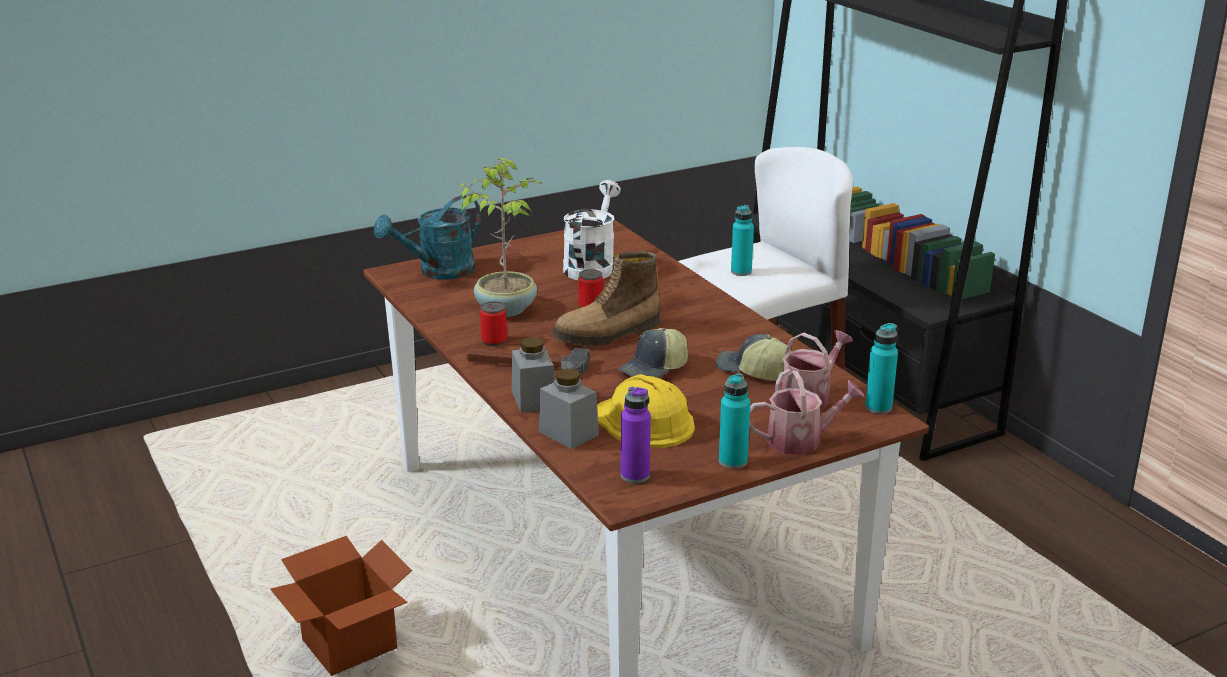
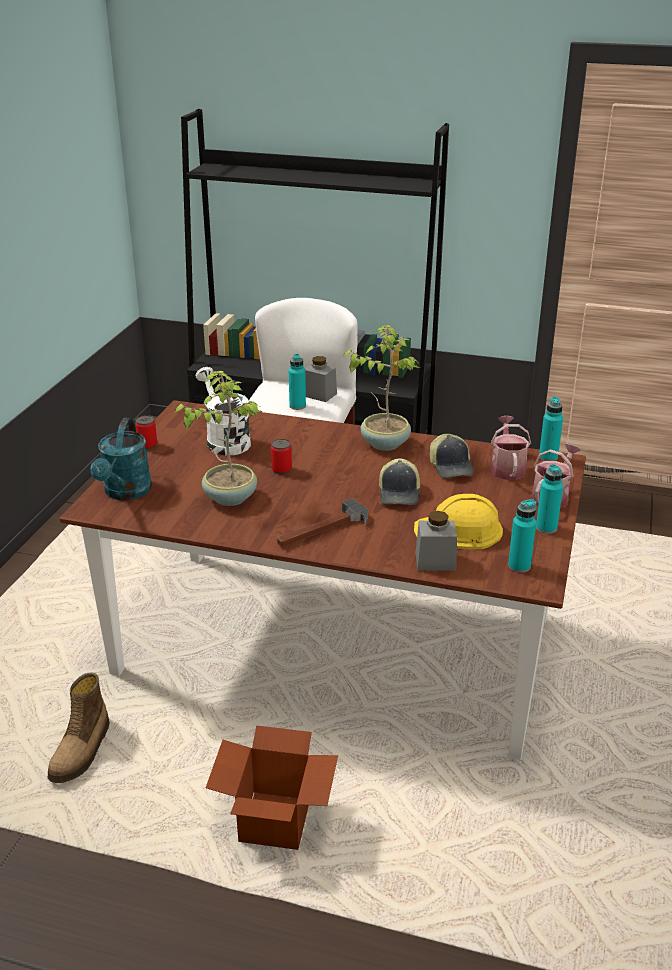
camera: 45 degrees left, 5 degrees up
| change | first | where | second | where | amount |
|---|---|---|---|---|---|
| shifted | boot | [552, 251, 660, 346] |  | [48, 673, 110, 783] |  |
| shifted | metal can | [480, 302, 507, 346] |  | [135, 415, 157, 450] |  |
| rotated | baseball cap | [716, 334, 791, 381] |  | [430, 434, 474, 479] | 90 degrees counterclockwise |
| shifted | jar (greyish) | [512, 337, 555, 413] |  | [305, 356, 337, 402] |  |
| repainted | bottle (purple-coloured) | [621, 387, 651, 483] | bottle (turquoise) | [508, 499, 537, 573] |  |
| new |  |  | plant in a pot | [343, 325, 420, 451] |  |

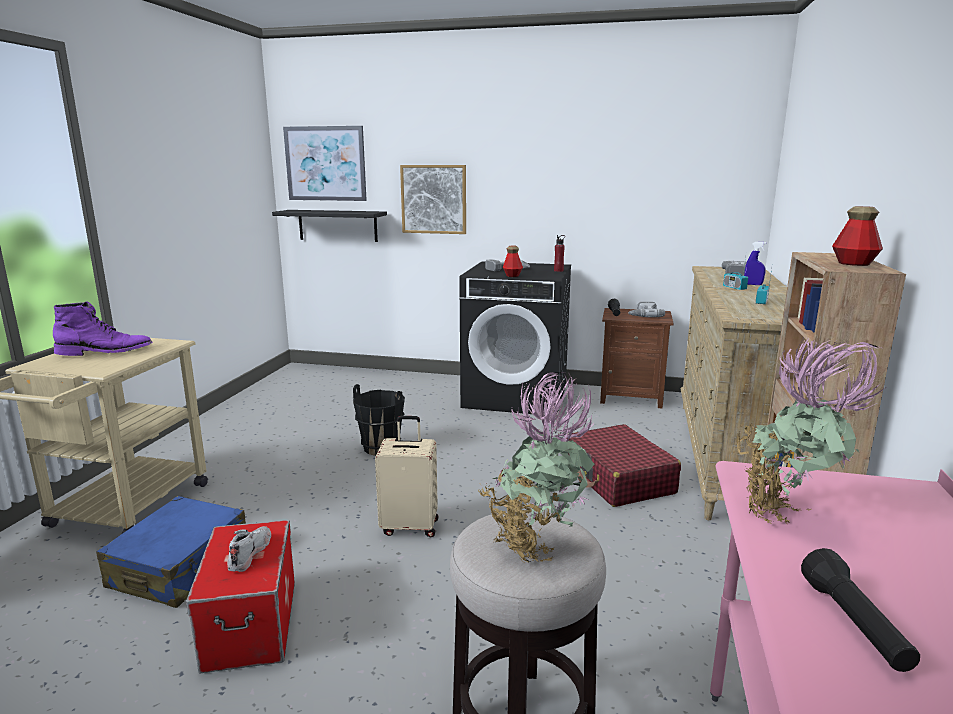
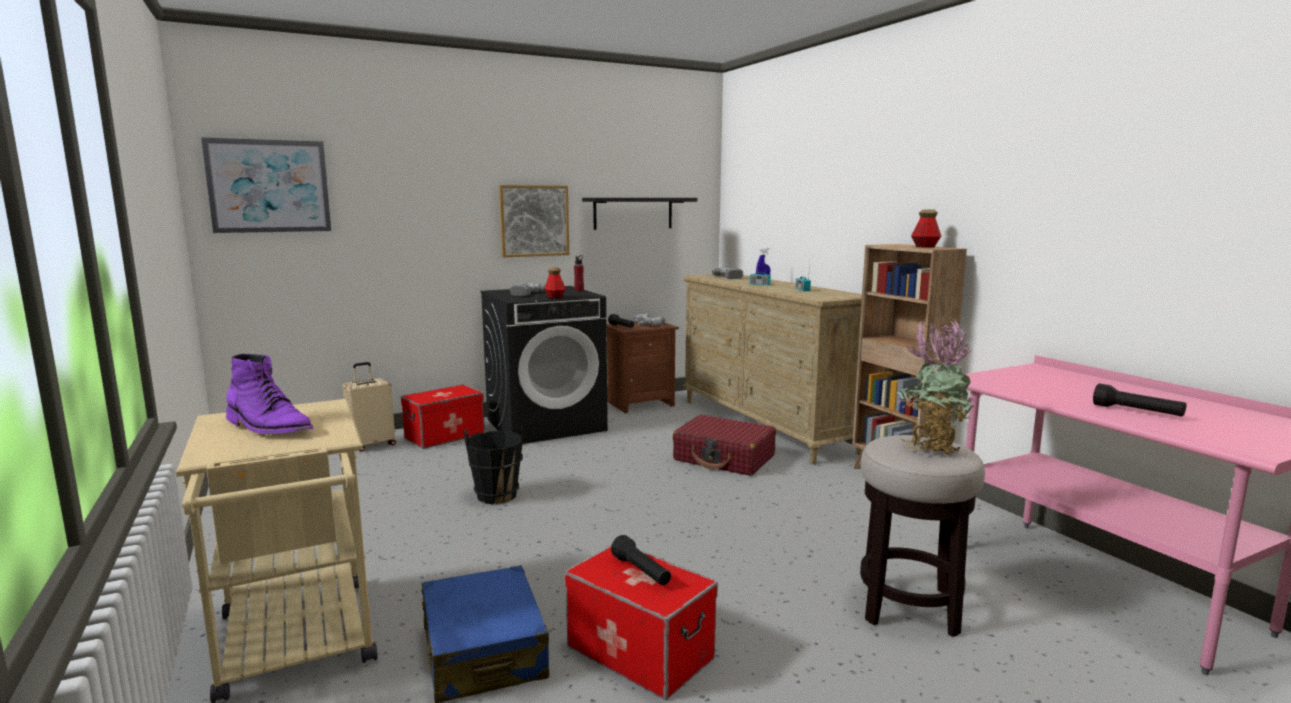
camera: 40 degrees left, 5 degrees down
| change | first | where | second | where | amount |
|---|---|---|---|---|---|
| shifted | picture | [400, 165, 466, 234] |  | [499, 185, 569, 257] |  |
| shifted | shelf (black) | [272, 210, 387, 242] |  | [582, 198, 697, 230] |  |
| rotated | boot (purple-coloured) | [53, 301, 153, 356] |  | [226, 353, 313, 434] | 90 degrees clockwise |
| gone | plant in a pot | [736, 334, 885, 523] |  |  |  |
| shifted | piece of luggage (beige-coloured) | [375, 416, 439, 537] |  | [342, 362, 396, 452] |  |
| swapped | shoe (white-coloured) | [227, 526, 271, 572] | torch (black) | [611, 535, 671, 585] |  |
| new |  |  | storage box | [401, 385, 485, 449] |  |

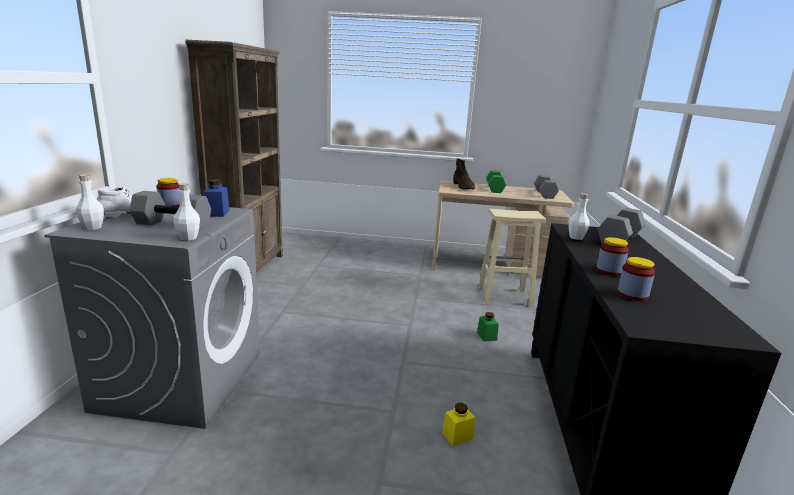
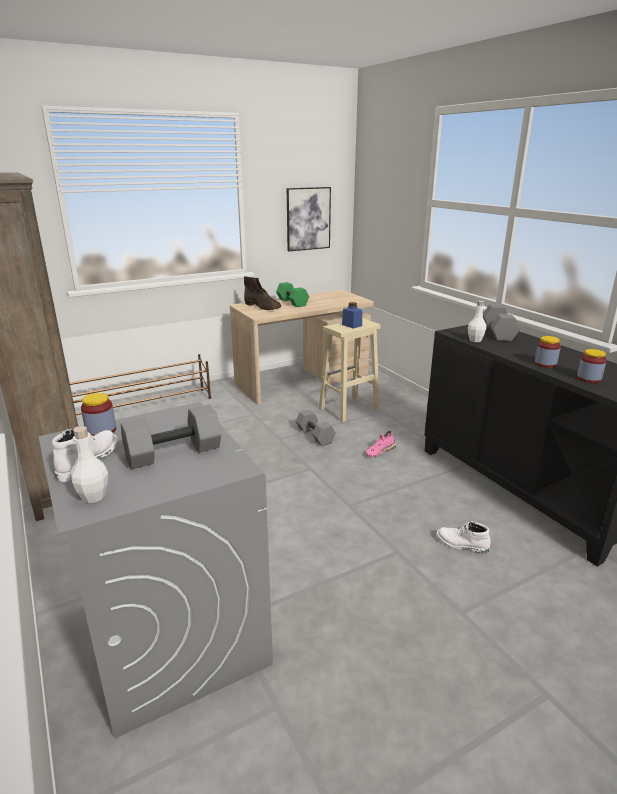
camera: 35 degrees left, 5 degrees up
| change | first | where | second | where | amount |
|---|---|---|---|---|---|
| shifted | dumbbell (greyish) | [534, 175, 559, 199] |  | [296, 410, 336, 446] |  |
| shifted | jar (blue) | [203, 179, 230, 217] |  | [342, 302, 362, 329] |  |
| gone | bottle (white-coloured) | [173, 183, 200, 240] |  |  |  |
| swapped | jar (green-coloured) | [477, 312, 499, 342] | shoe (pinkish) | [365, 431, 396, 458] |  |
| swapped | jar (yellow-coloured) | [442, 403, 475, 446] | boot (white-coloured) | [437, 521, 491, 554] |  |
| new |  |  | picture | [287, 187, 331, 252] |  |
| new |  |  | shoe shelf (brown) | [70, 354, 211, 415] |  |

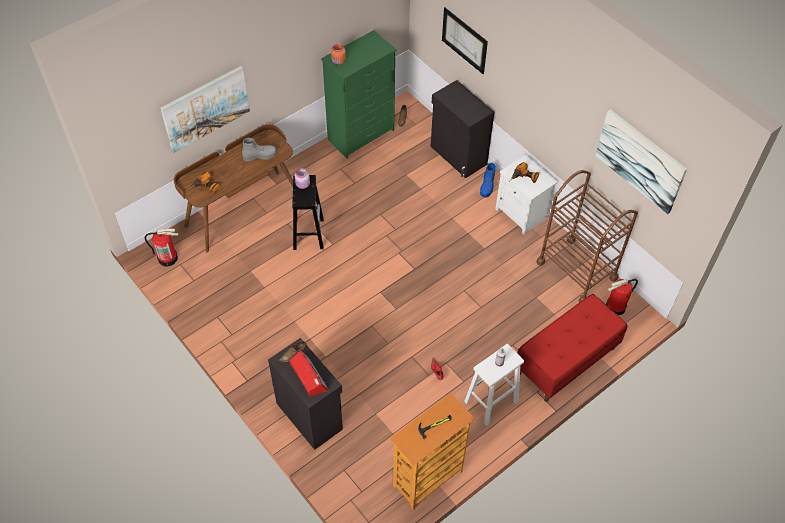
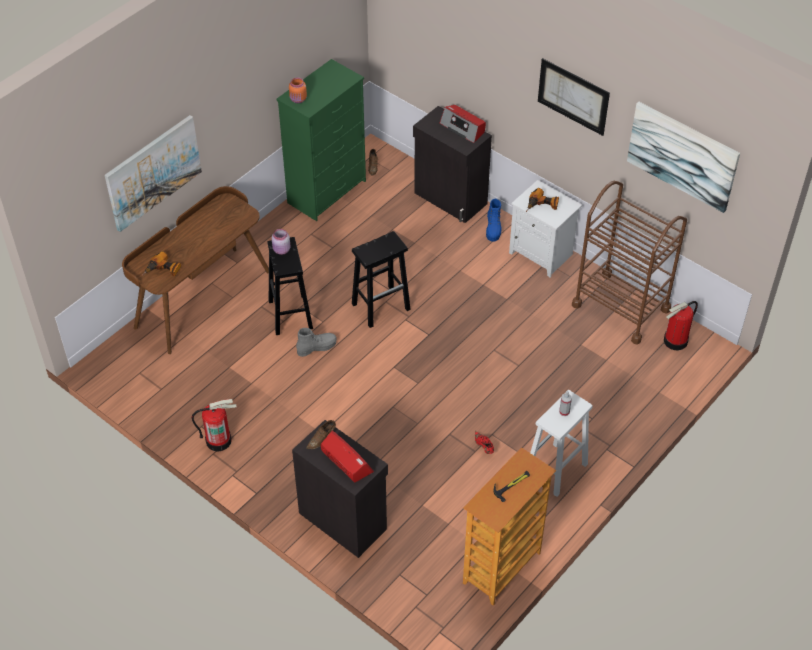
camera: 10 degrees left, 5 degrees down
| change | first | where | second | where | amount |
|---|---|---|---|---|---|
| shifted | picture | [442, 7, 488, 74] |  | [538, 58, 610, 136] |  |
| shifted | boot (greyish) | [242, 138, 276, 161] |  | [296, 328, 337, 357] |  |
| shifted | fire extinguisher | [145, 229, 178, 266] |  | [192, 399, 237, 452] |  |
| gone | indoor bench (reddish) | [517, 294, 627, 402] |  |  |  |
| new |  |  | radio receiver | [440, 105, 486, 143] |  |
| new |  |  | stool seat (black) | [352, 231, 411, 328] |  |

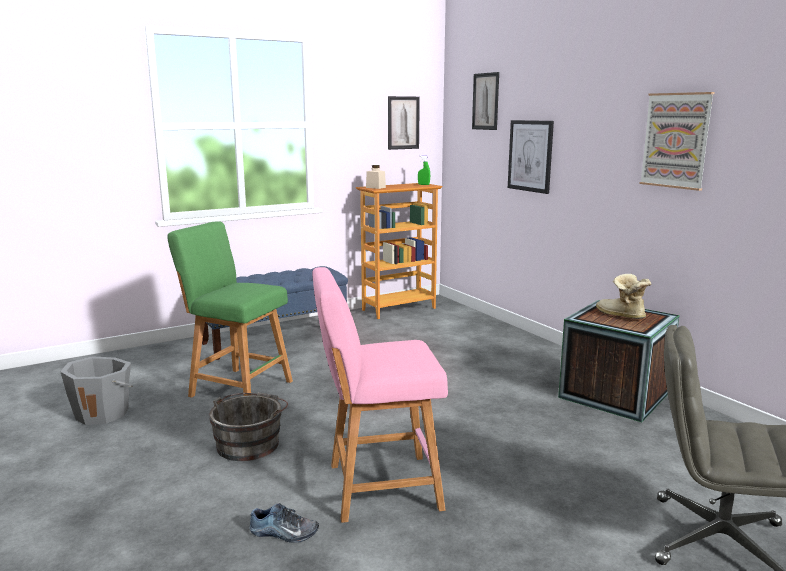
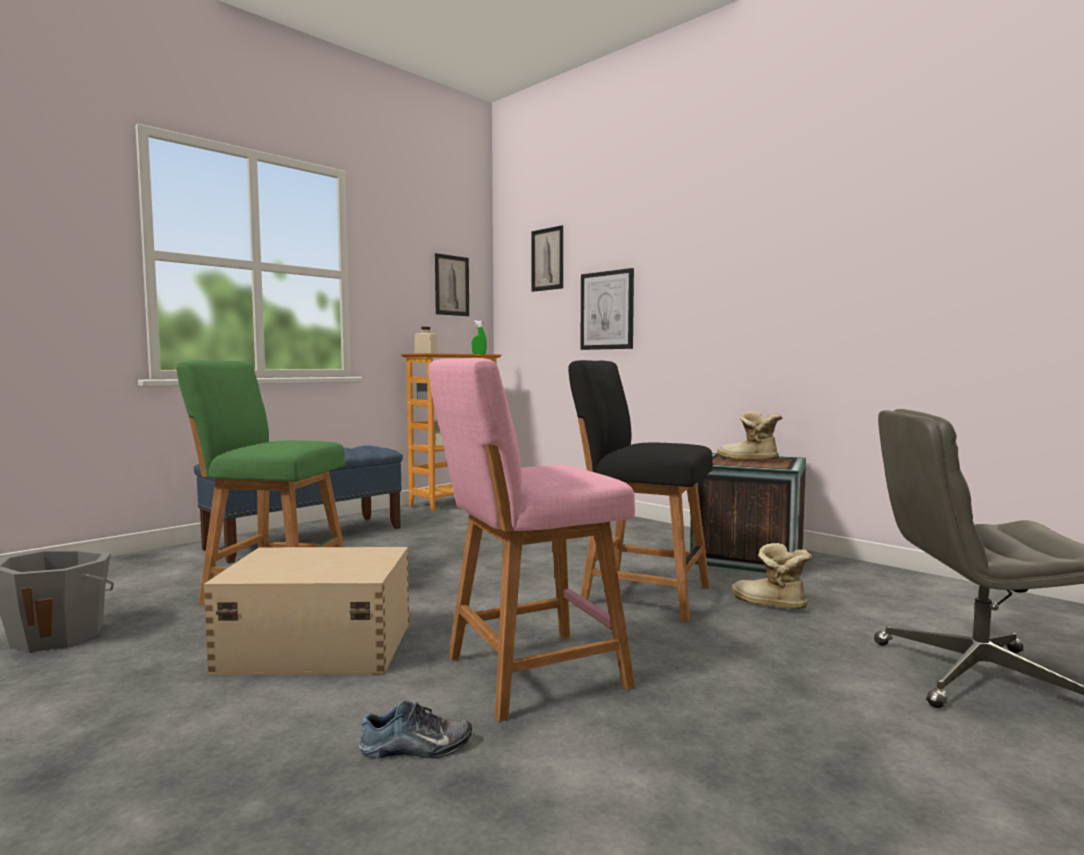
camera: 15 degrees left, 10 degrees down
| change | first | where | second | where | amount |
|---|---|---|---|---|---|
| gone | picture | [639, 92, 715, 191] |  |  |  |
| swapped | pail (greyish) | [209, 392, 288, 461] | storage box (beige-coloured) | [204, 547, 409, 675] |  |
| new |  |  | stool seat (black) | [568, 360, 713, 622] |  |
| new |  |  | boot | [731, 543, 812, 609] |  |

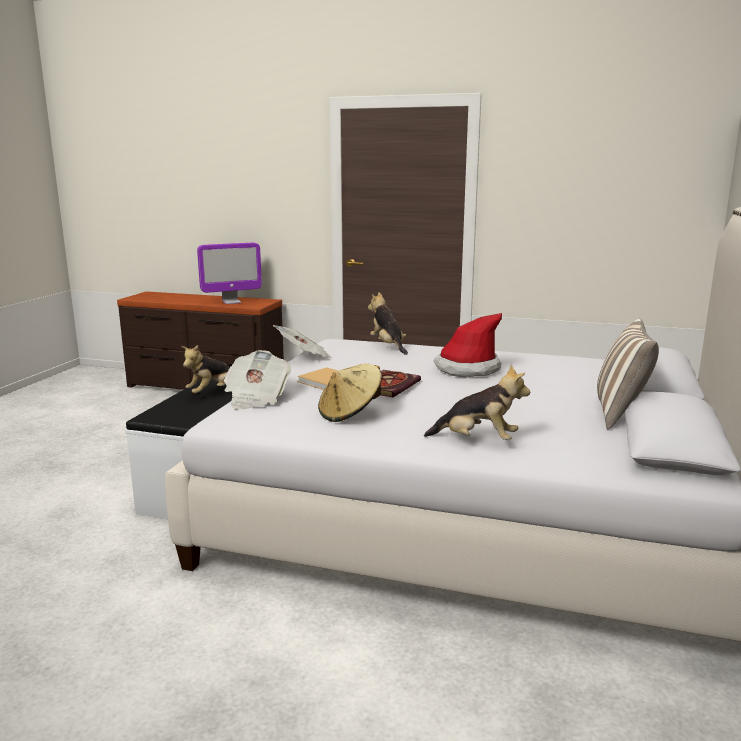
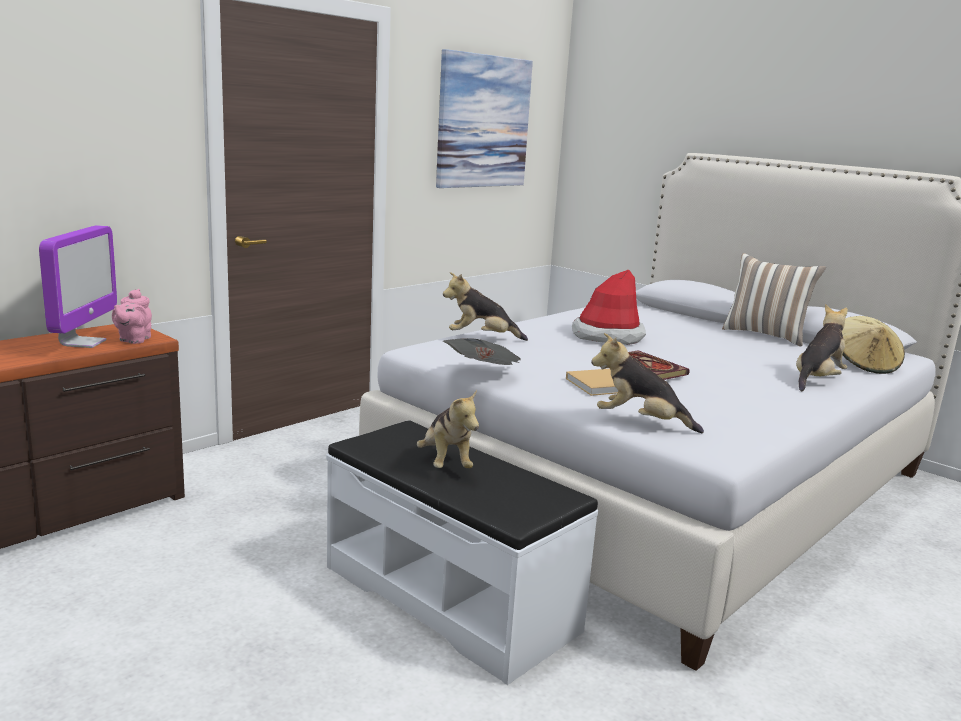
camera: 65 degrees left, 0 degrees up
| change | first | where | second | where | amount |
|---|---|---|---|---|---|
| swapped | printed paper | [223, 350, 291, 410] | cuddly toy | [591, 333, 704, 433] |  |
| shifted | clothing hat (beige-coloured) | [318, 364, 382, 422] |  | [842, 316, 905, 374] |  |
| new |  |  | picture | [436, 49, 533, 188] |  |
| new |  |  | tea pot (pinkish) | [112, 289, 152, 344] |  |

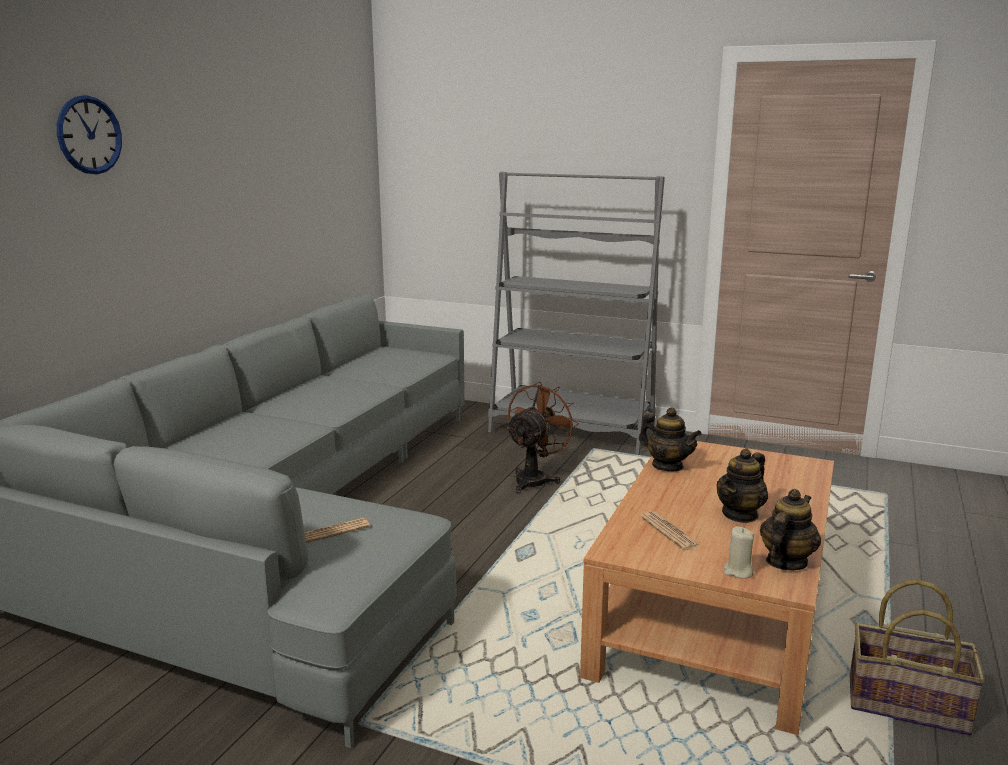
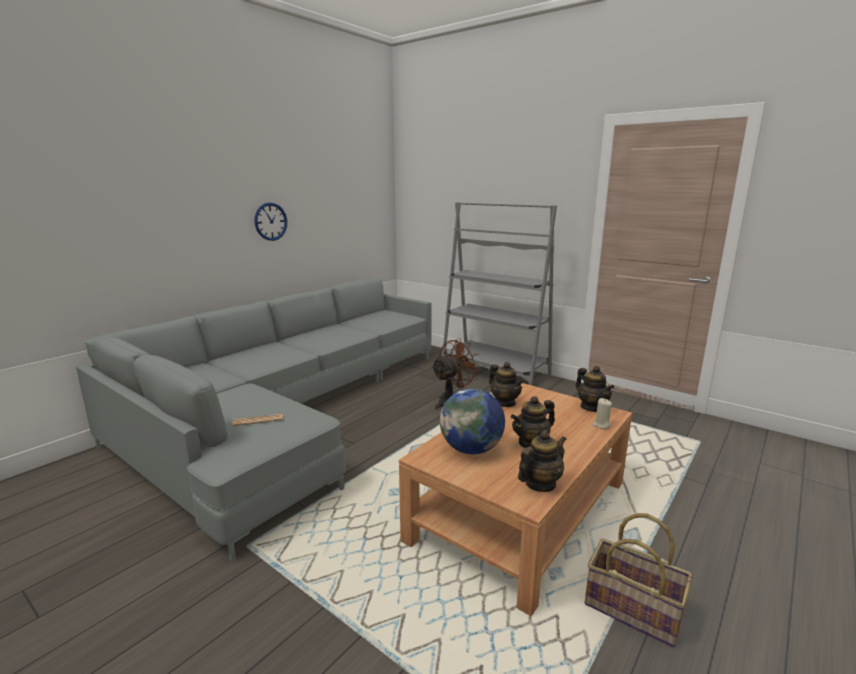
camera: 15 degrees right, 0 degrees up
| change | first | where | second | where | amount |
|---|---|---|---|---|---|
| shifted | hanging clock | [57, 95, 122, 174] |  | [255, 202, 287, 241] |  |
| swapped | printed paper | [640, 512, 701, 550] | globe | [440, 388, 505, 454] |  |
| shifted | wax candle (beige-coloured) | [724, 526, 754, 579] |  | [592, 398, 612, 429] |  |
| new |  |  | tea pot | [576, 366, 615, 412] |  |

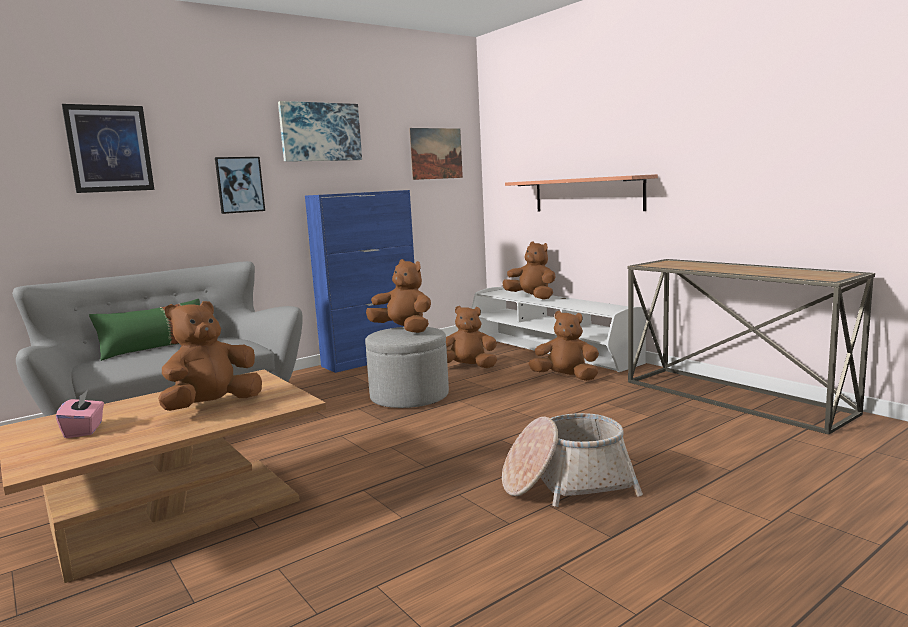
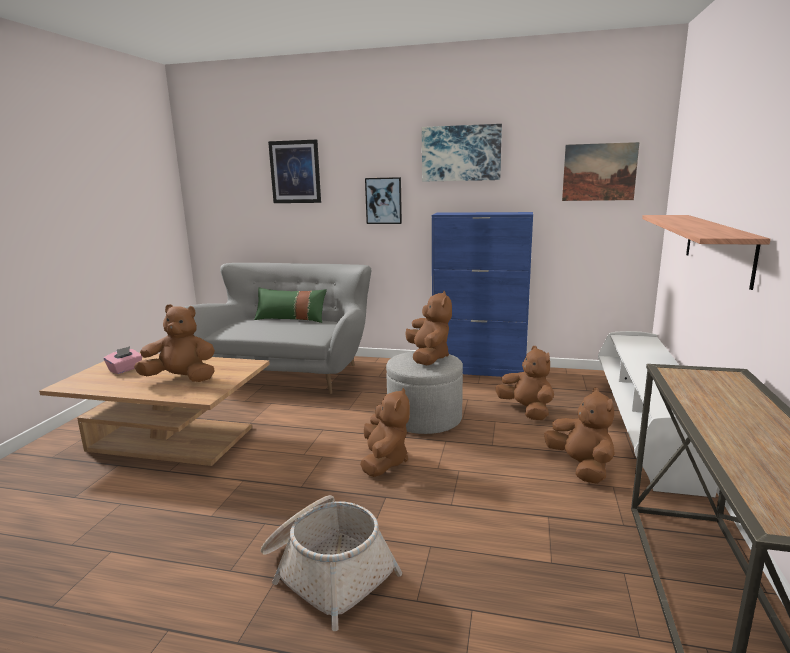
camera: 50 degrees right, 5 degrees up
| change | first | where | second | where | amount |
|---|---|---|---|---|---|
| shifted | cuddly toy (brown) | [502, 242, 556, 300] |  | [360, 388, 410, 477] |  |

